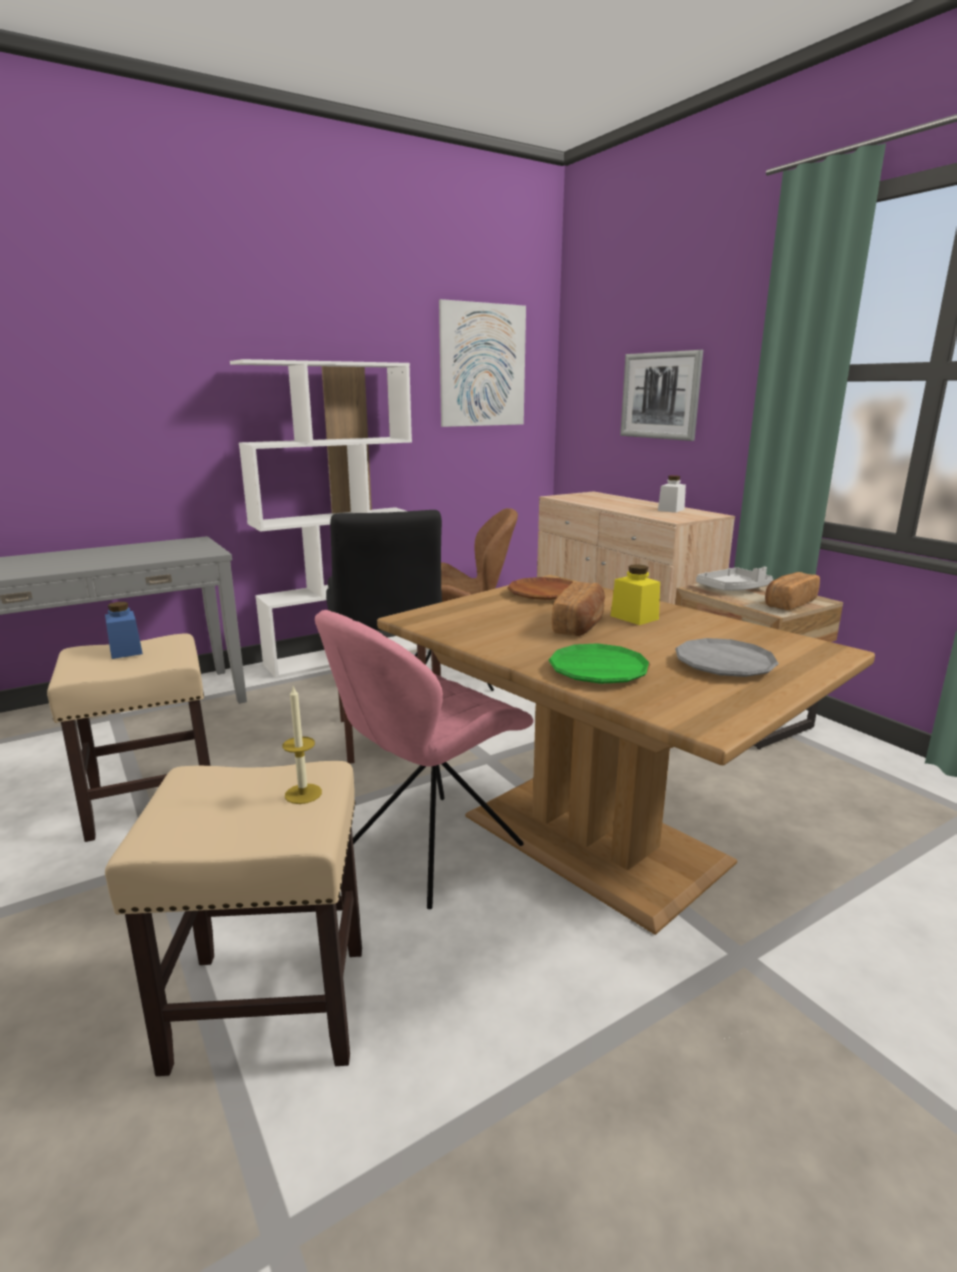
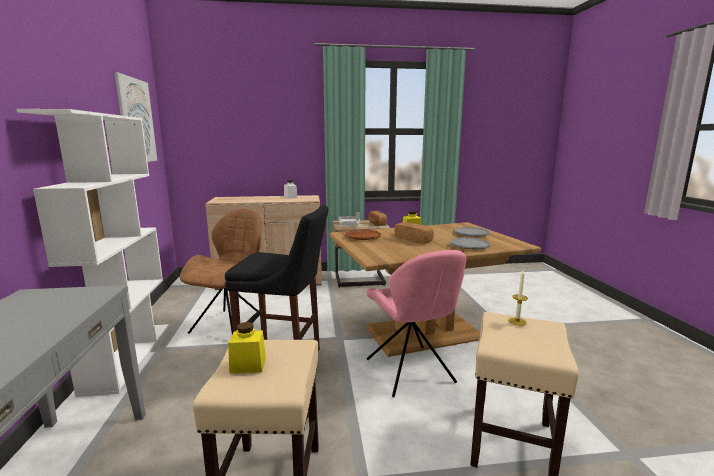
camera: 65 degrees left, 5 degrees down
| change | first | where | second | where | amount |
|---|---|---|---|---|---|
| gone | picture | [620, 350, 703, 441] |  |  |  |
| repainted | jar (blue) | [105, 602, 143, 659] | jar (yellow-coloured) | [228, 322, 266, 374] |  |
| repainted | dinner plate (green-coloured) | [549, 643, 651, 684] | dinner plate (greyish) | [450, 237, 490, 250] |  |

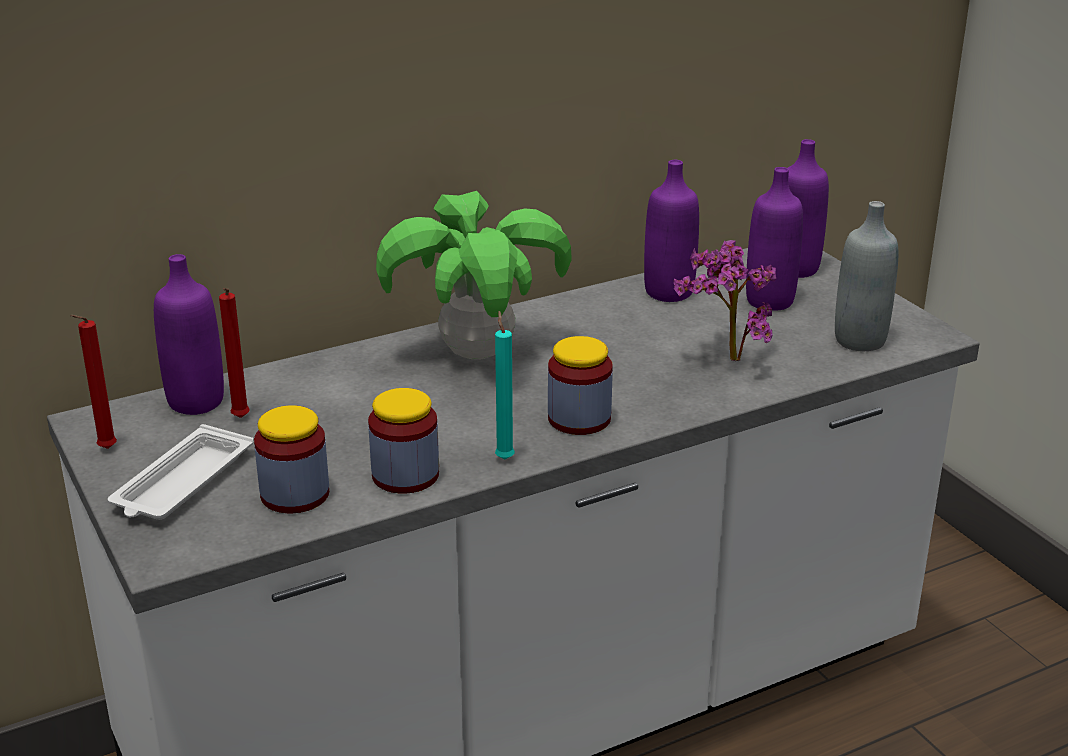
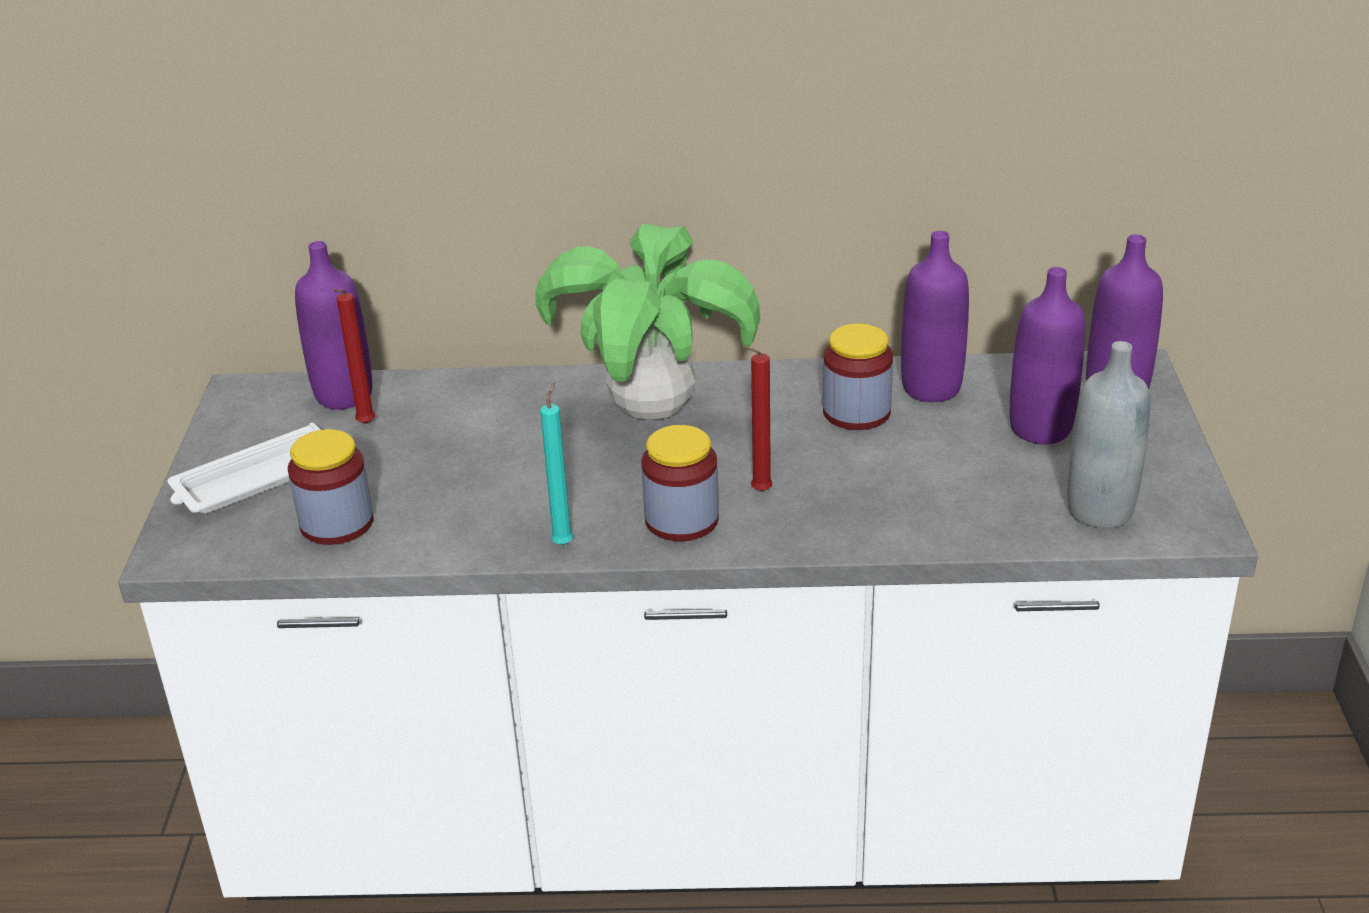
camera: 30 degrees right, 5 degrees up
| change | first | where | second | where | amount |
|---|---|---|---|---|---|
| gone | plant in a pot | [673, 240, 776, 361] |  |  |  |
| shifted | wax candle (reddish) | [70, 315, 117, 449] |  | [743, 346, 773, 492] |  |
| shifted | jar | [368, 388, 439, 494] |  | [823, 323, 893, 430] |  |

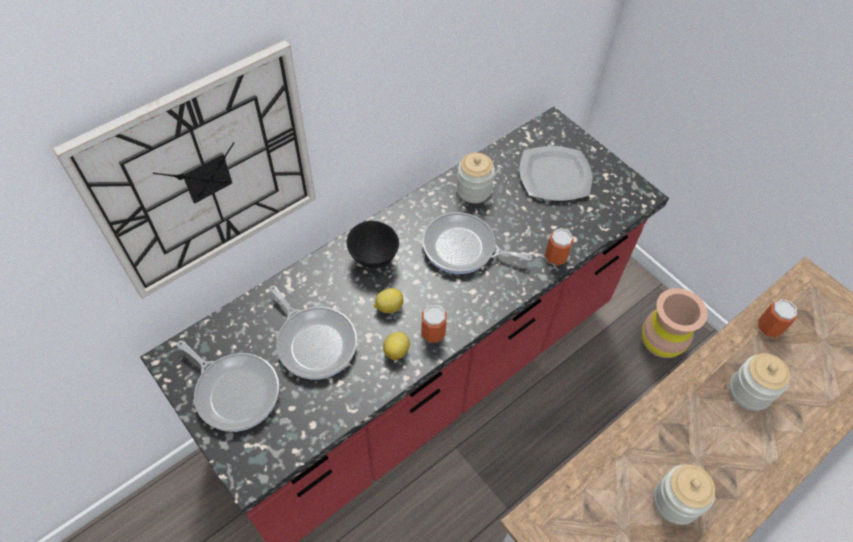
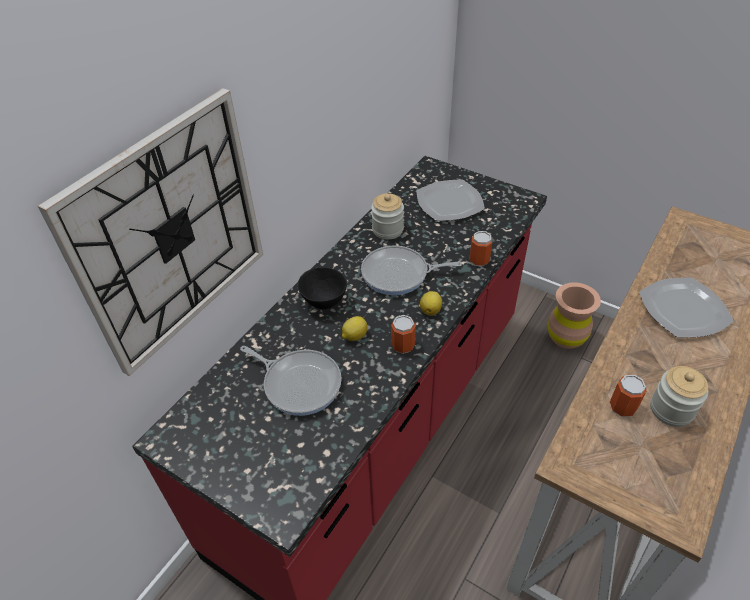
camera: 15 degrees left, 10 degrees down
| change | first | where | second | where | amount |
|---|---|---|---|---|---|
| shifted | metal can | [758, 299, 797, 338] |  | [610, 375, 647, 417] |  |
| shifted | citrus fruit | [383, 332, 410, 360] |  | [420, 291, 442, 316] |  |
| gone | pan | [177, 340, 279, 432] |  |  |  |
| swapped | jar | [729, 353, 790, 411] | dinner plate | [639, 278, 734, 337] |  |

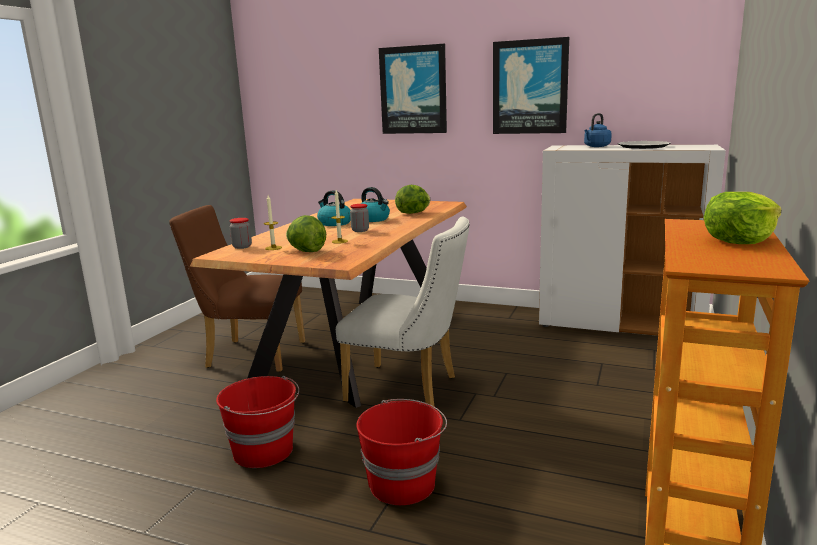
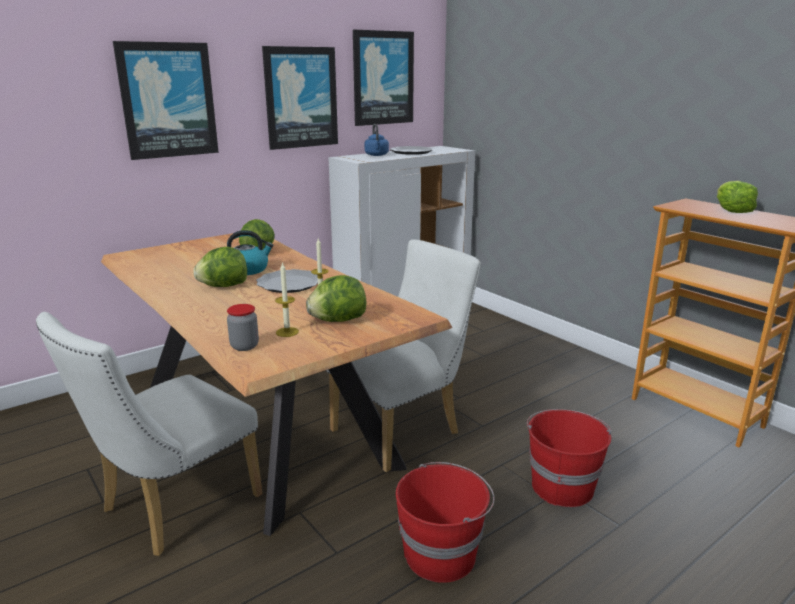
camera: 60 degrees left, 5 degrees up
| change | first | where | second | where | amount |
|---|---|---|---|---|---|
| swapped | kettle | [317, 190, 351, 226] | head of lettuce | [193, 247, 247, 287] |  |
| swapped | jar | [350, 204, 369, 232] | dinner plate | [256, 269, 318, 293] |  |
| repainted | upright chair (brown) | [169, 205, 305, 372] | upright chair (white-coloured) | [36, 312, 262, 556] |  |
| new |  |  | picture | [353, 30, 414, 126] |  |

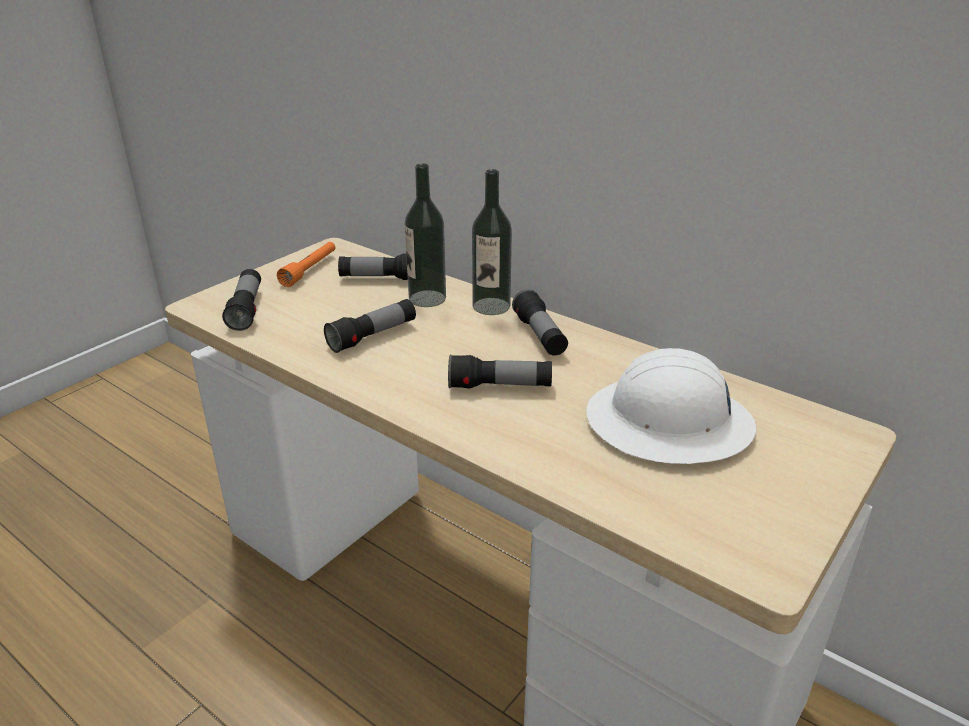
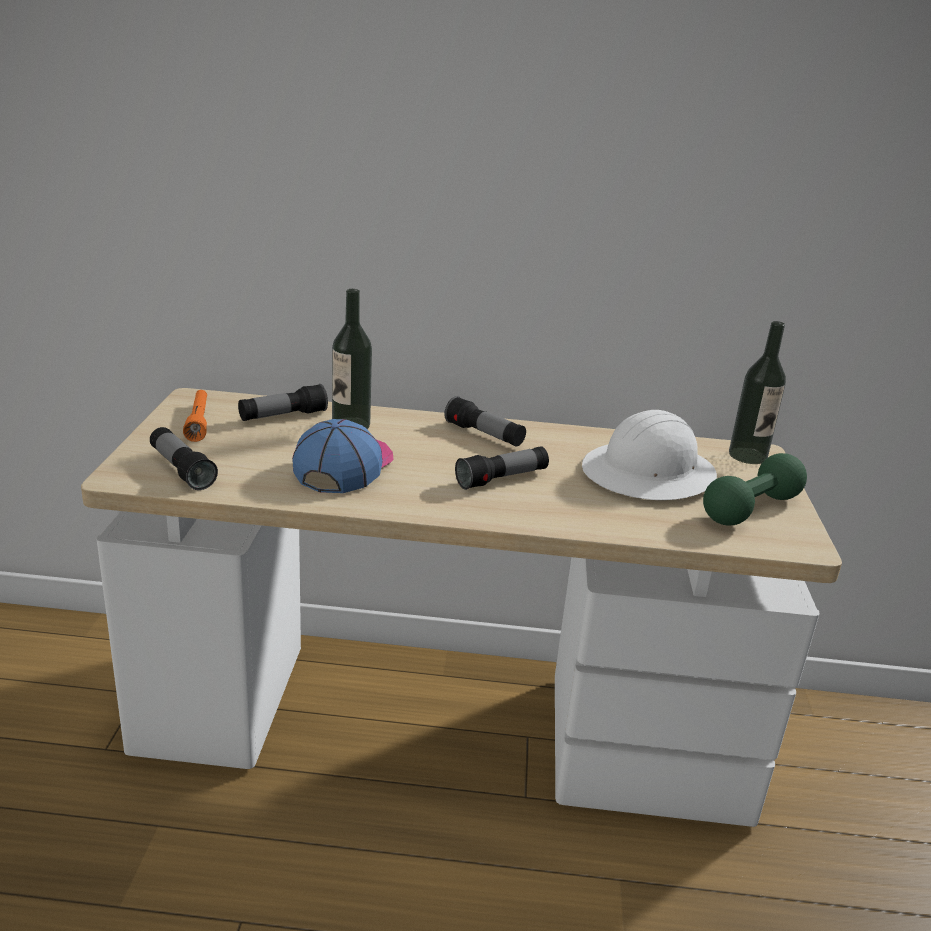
camera: 35 degrees left, 5 degrees down
| change | first | where | second | where | amount |
|---|---|---|---|---|---|
| shifted | bottle | [472, 169, 512, 315] |  | [729, 321, 786, 464] |  |
| swapped | torch | [324, 299, 416, 353] | baseball cap | [292, 419, 394, 493] |  |
| new |  |  | dumbbell (green-coloured) | [703, 453, 807, 526] |  |

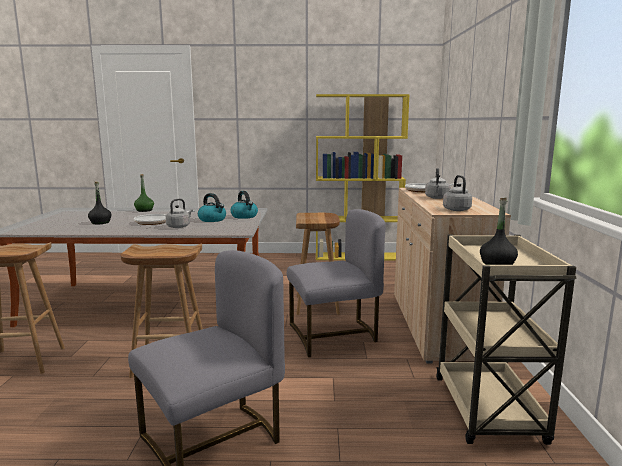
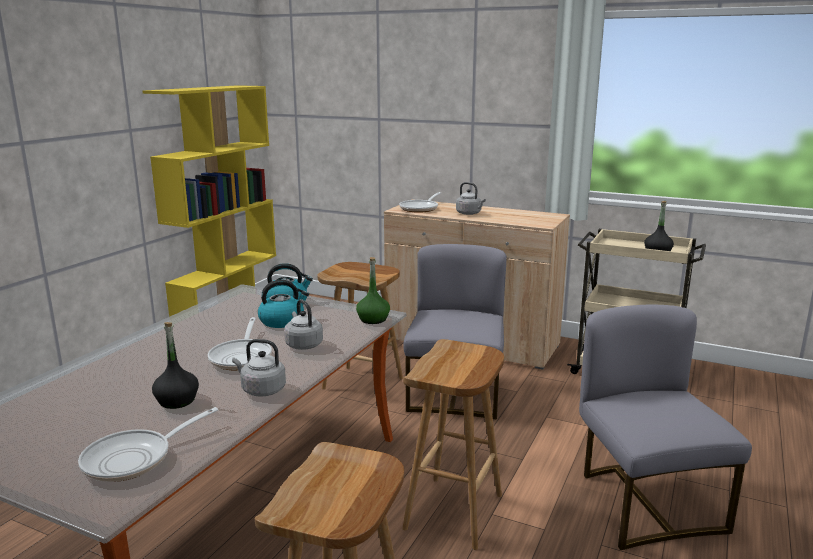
camera: 65 degrees left, 5 degrees up
| change | first | where | second | where | amount |
|---|---|---|---|---|---|
| shifted | bottle (green-coloured) | [134, 174, 154, 212] |  | [356, 257, 390, 324] |  |
| shifted | kettle (greyish) | [443, 175, 472, 211] |  | [232, 339, 286, 397] |  |
| new |  |  | pan | [78, 407, 218, 482] |  |

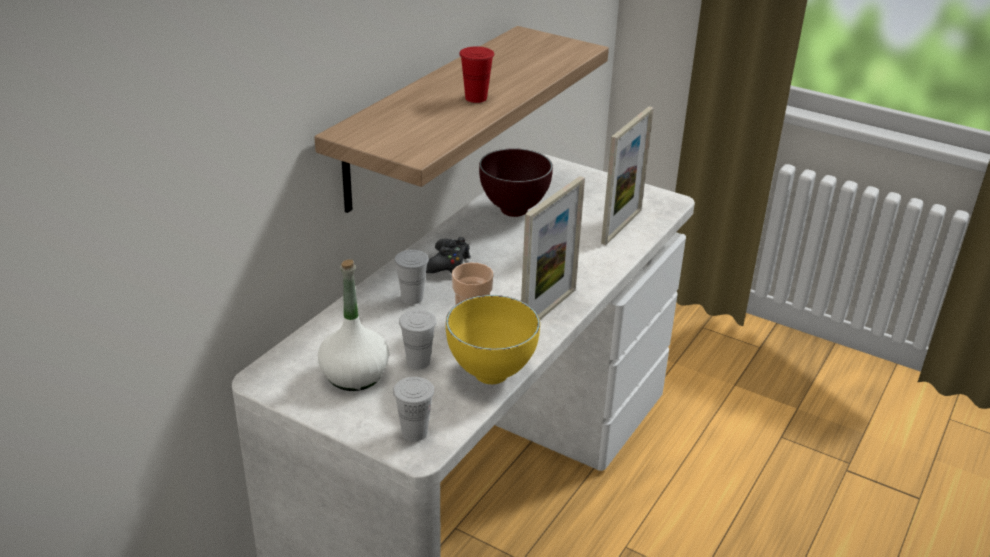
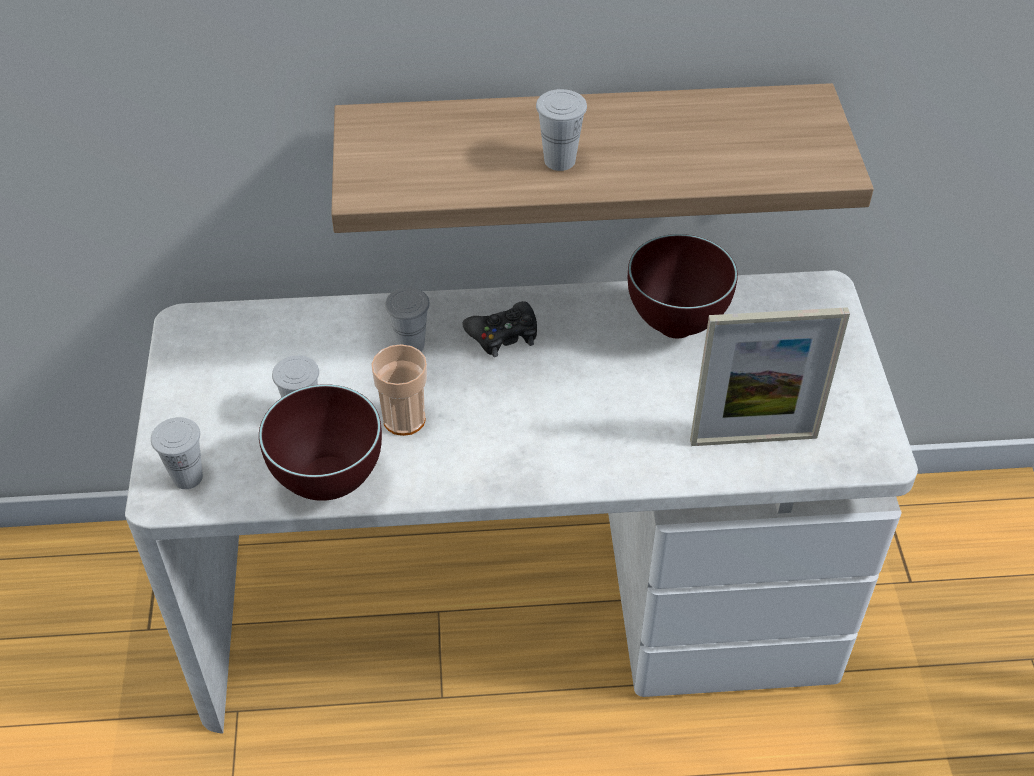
camera: 55 degrees right, 15 degrees up
| change | first | where | second | where | amount |
|---|---|---|---|---|---|
| repainted | small cup (reddish) | [459, 46, 494, 103] | small cup (white-coloured) | [536, 89, 587, 171] |  |
| gone | photo frame | [521, 176, 585, 320] |  |  |  |
| gone | bottle (white-coloured) | [318, 260, 389, 391] |  |  |  |
| repainted | deep dish (yellow-coloured) | [446, 295, 540, 384] | deep dish (brown) | [259, 384, 382, 501] |  |

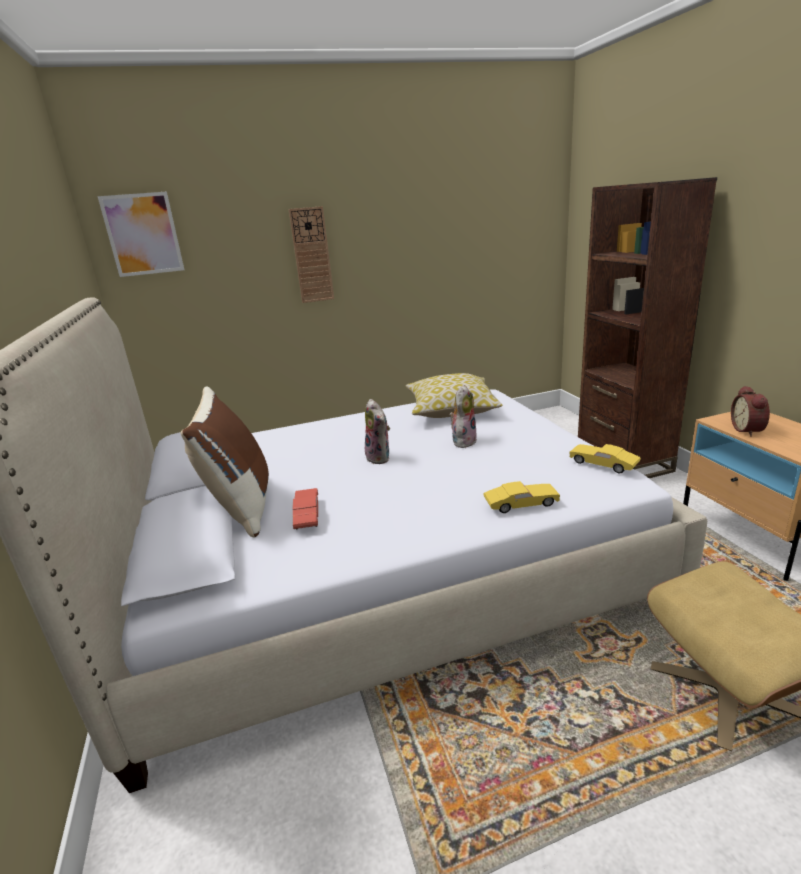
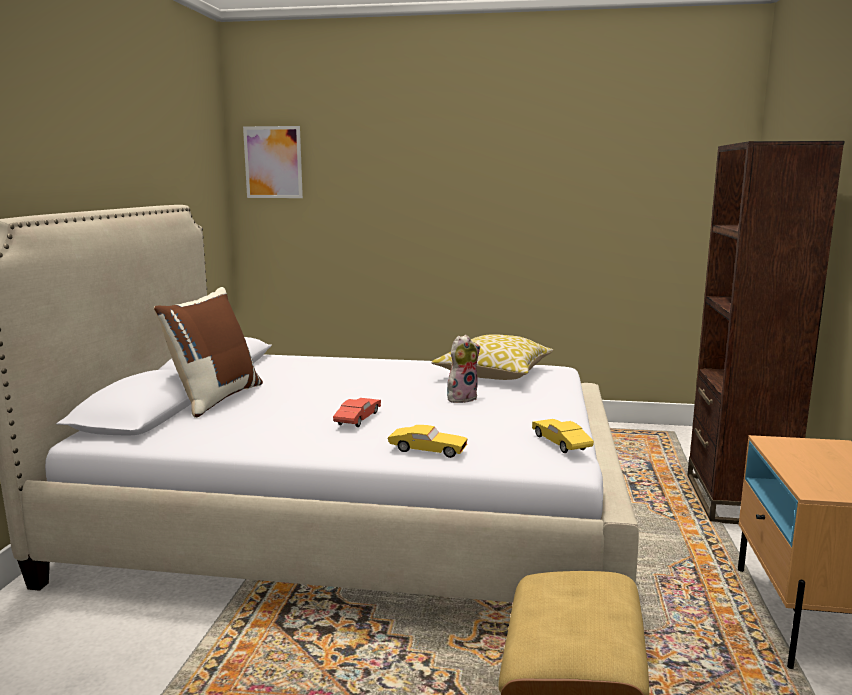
camera: 25 degrees right, 10 degrees down
| change | first | where | second | where | amount |
|---|---|---|---|---|---|
| gone | hanging clock | [289, 206, 334, 303] |  |  |  |
| gone | alarm clock | [731, 386, 770, 437] |  |  |  |
| gone | cuddly toy | [365, 399, 390, 464] |  |  |  |
| shifted | miniature car (reddish) | [293, 488, 318, 529] |  | [333, 398, 381, 427] |  |

